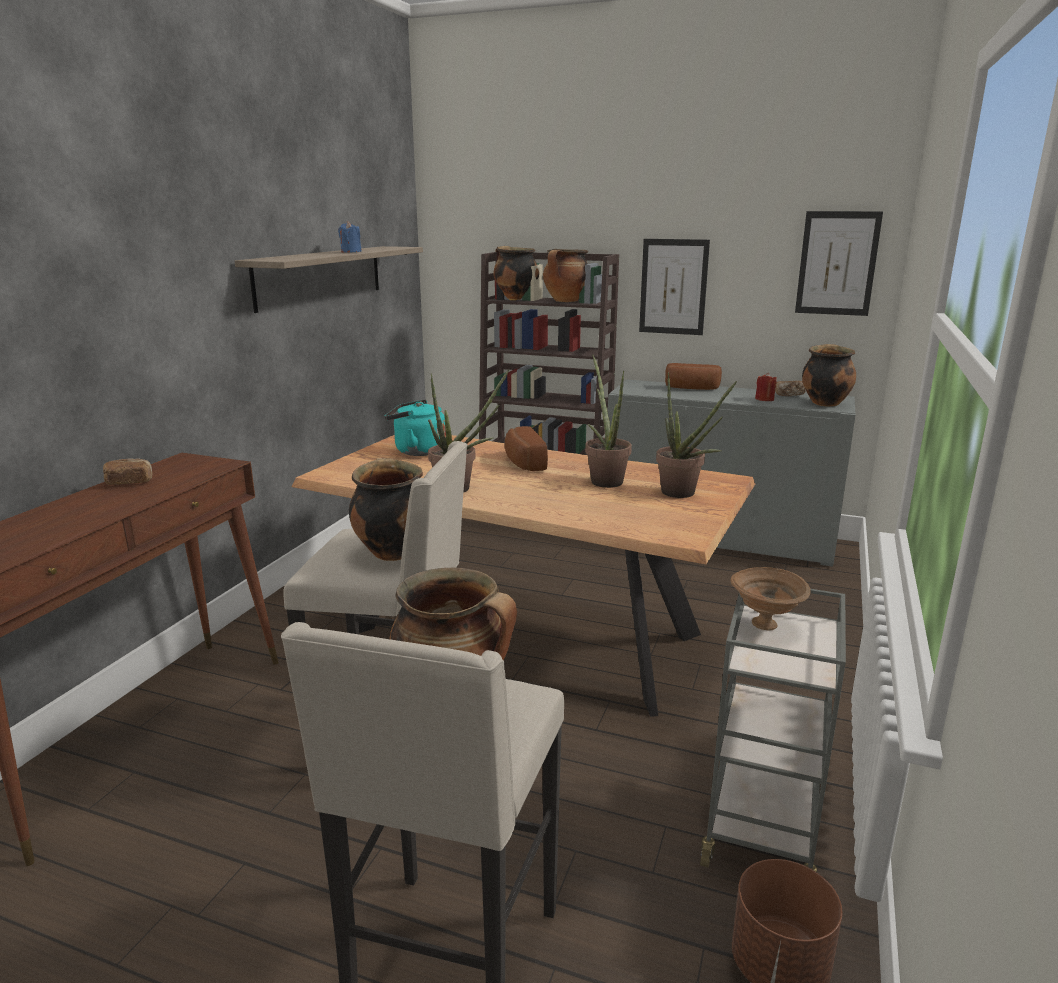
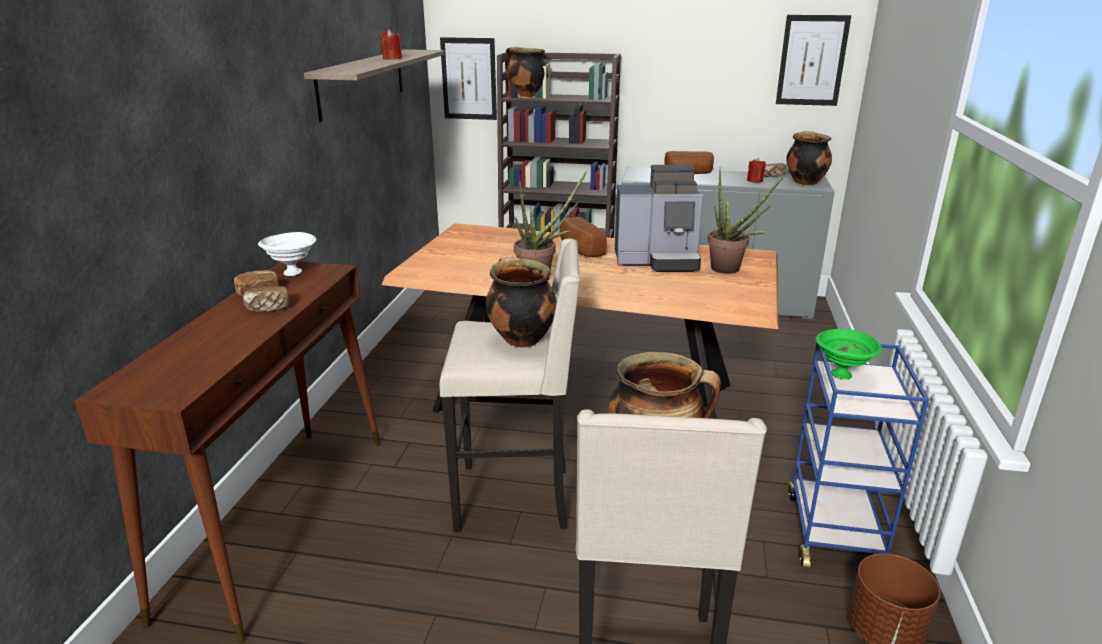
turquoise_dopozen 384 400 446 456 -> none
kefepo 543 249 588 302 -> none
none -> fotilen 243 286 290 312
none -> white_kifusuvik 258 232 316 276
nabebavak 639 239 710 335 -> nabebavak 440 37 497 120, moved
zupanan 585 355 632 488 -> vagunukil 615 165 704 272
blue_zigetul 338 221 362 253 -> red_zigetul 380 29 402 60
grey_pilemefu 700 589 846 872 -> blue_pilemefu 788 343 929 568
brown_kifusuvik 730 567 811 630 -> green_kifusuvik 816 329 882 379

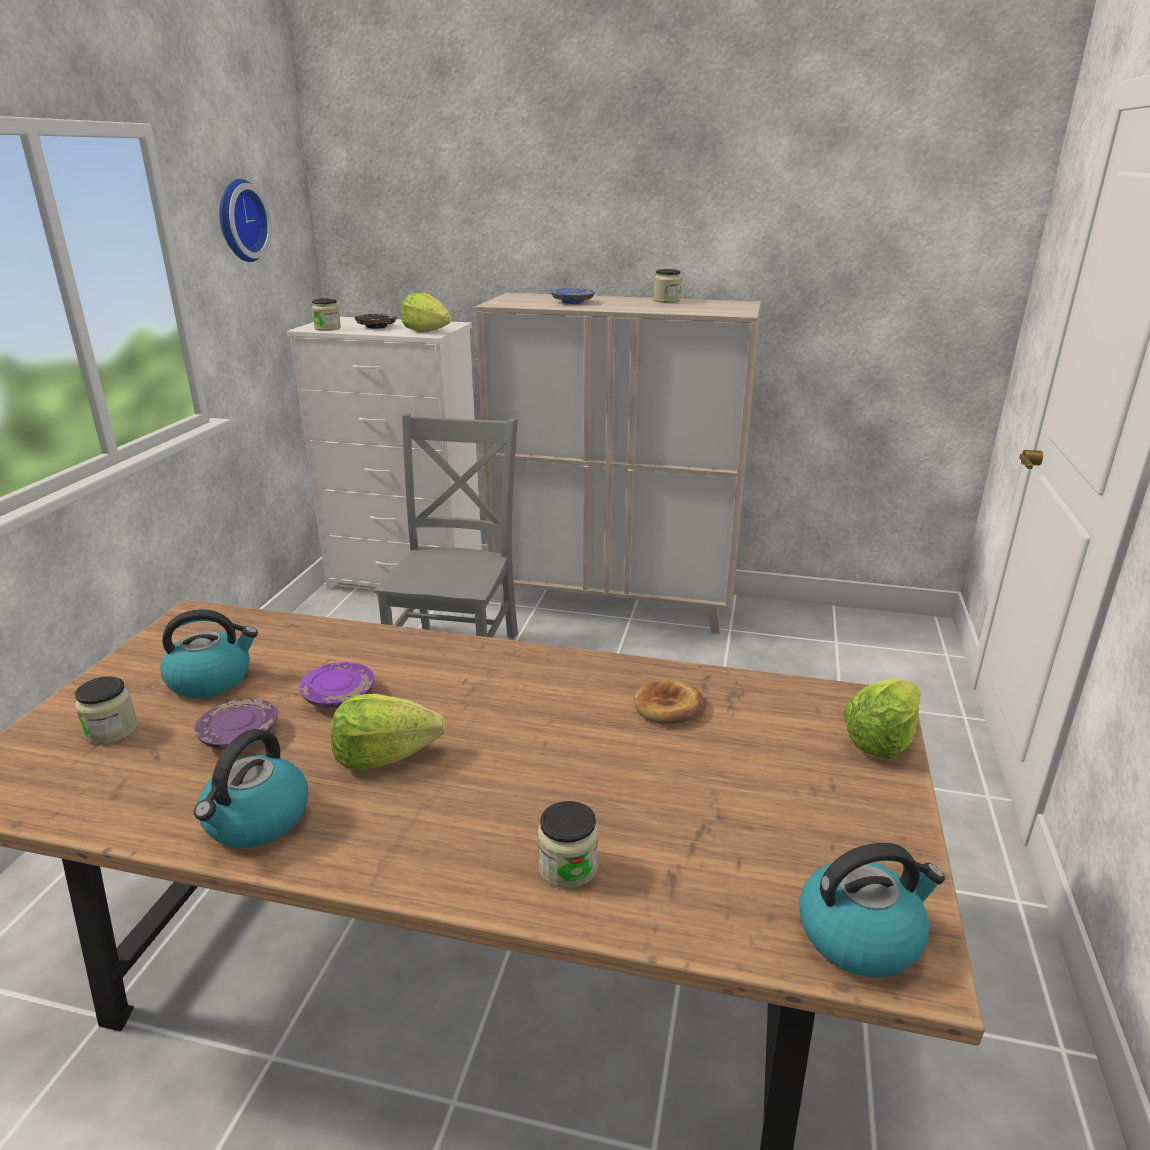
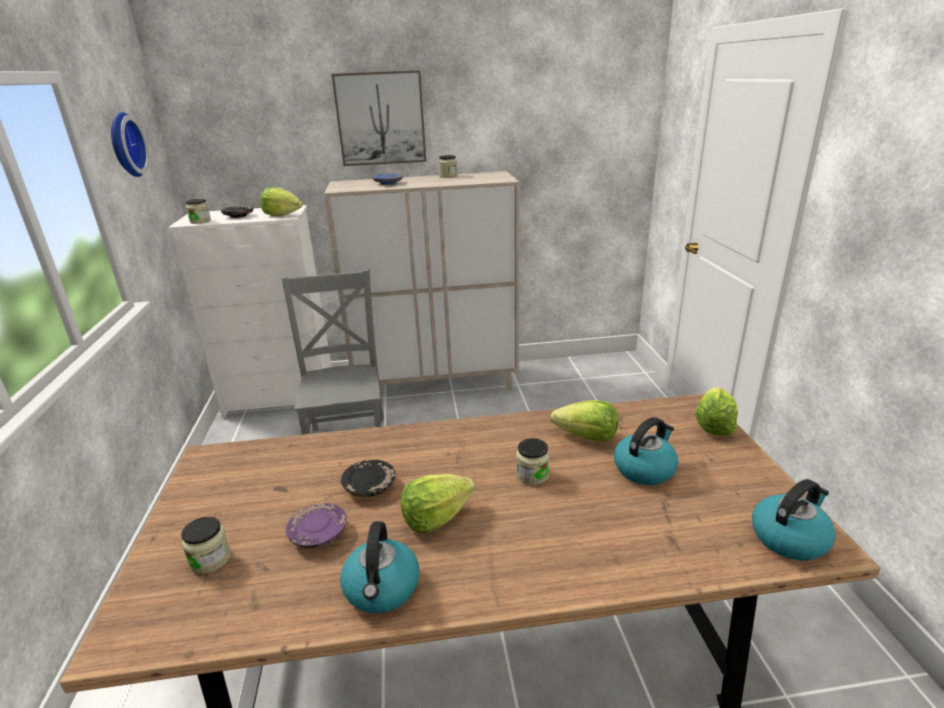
none -> nabebavak 332 70 426 166
dopozen 160 609 258 698 -> dopozen 614 417 678 485, moved
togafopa 538 801 599 889 -> togafopa 516 438 550 485, moved
fotilen 634 680 706 725 -> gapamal 551 400 618 442
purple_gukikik 299 662 375 708 -> black_gukikik 341 460 395 497

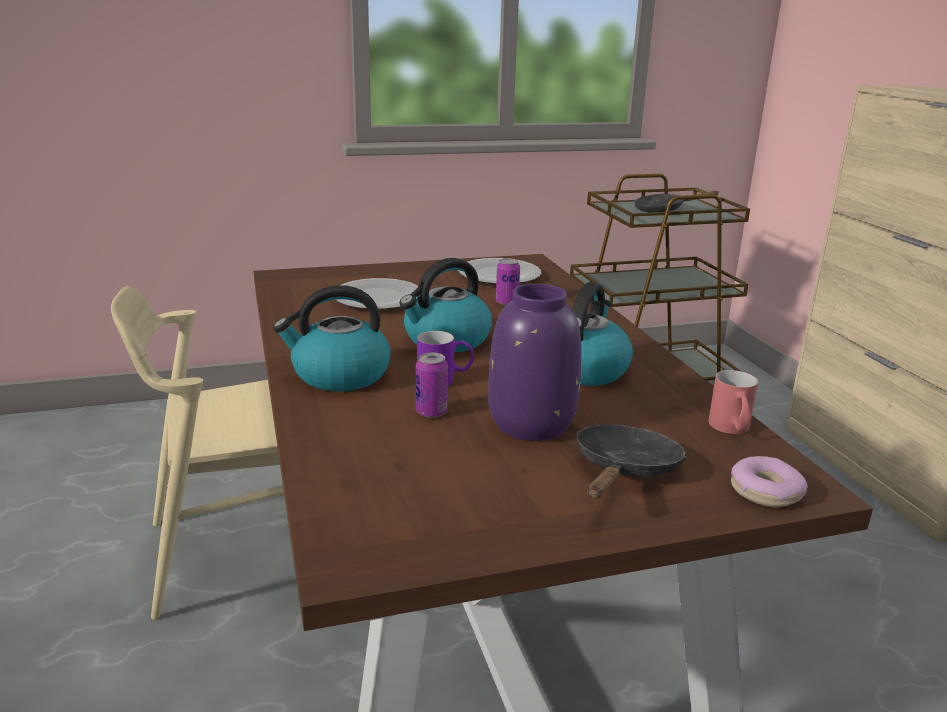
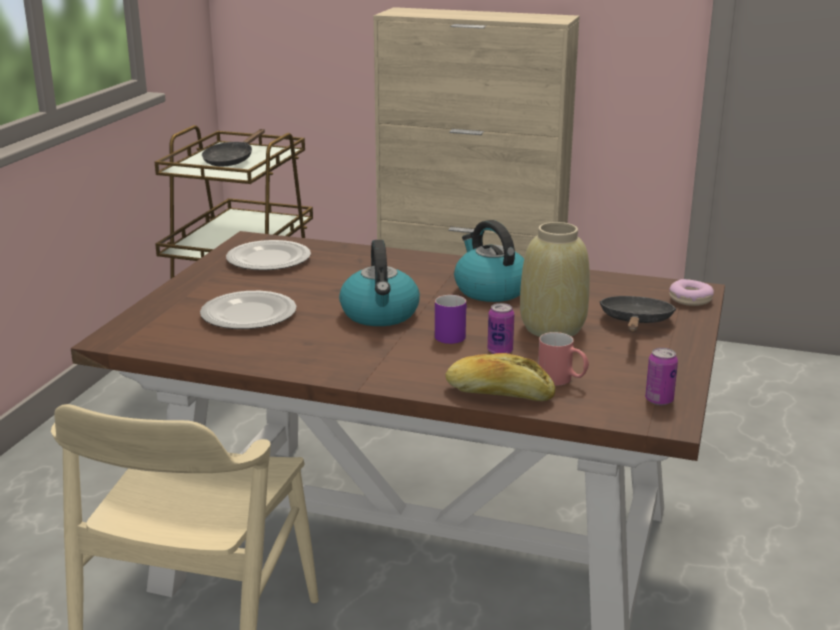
dopozen 273 285 391 391 -> none
none -> fotilen 445 353 555 401
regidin 496 258 520 305 -> regidin 645 348 678 406, moved
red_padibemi 708 370 758 434 -> red_padibemi 538 332 589 386, moved
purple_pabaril 488 284 581 441 -> beige_pabaril 520 222 590 337
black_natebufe 576 425 686 498 -> black_natebufe 599 296 676 332, 45 degrees clockwise

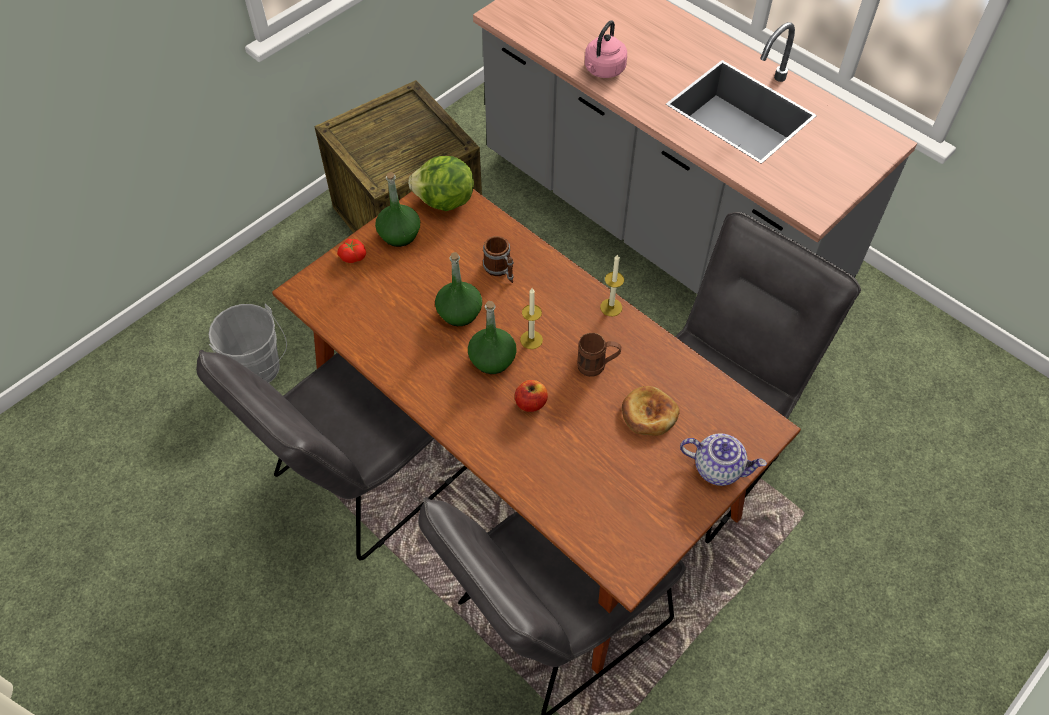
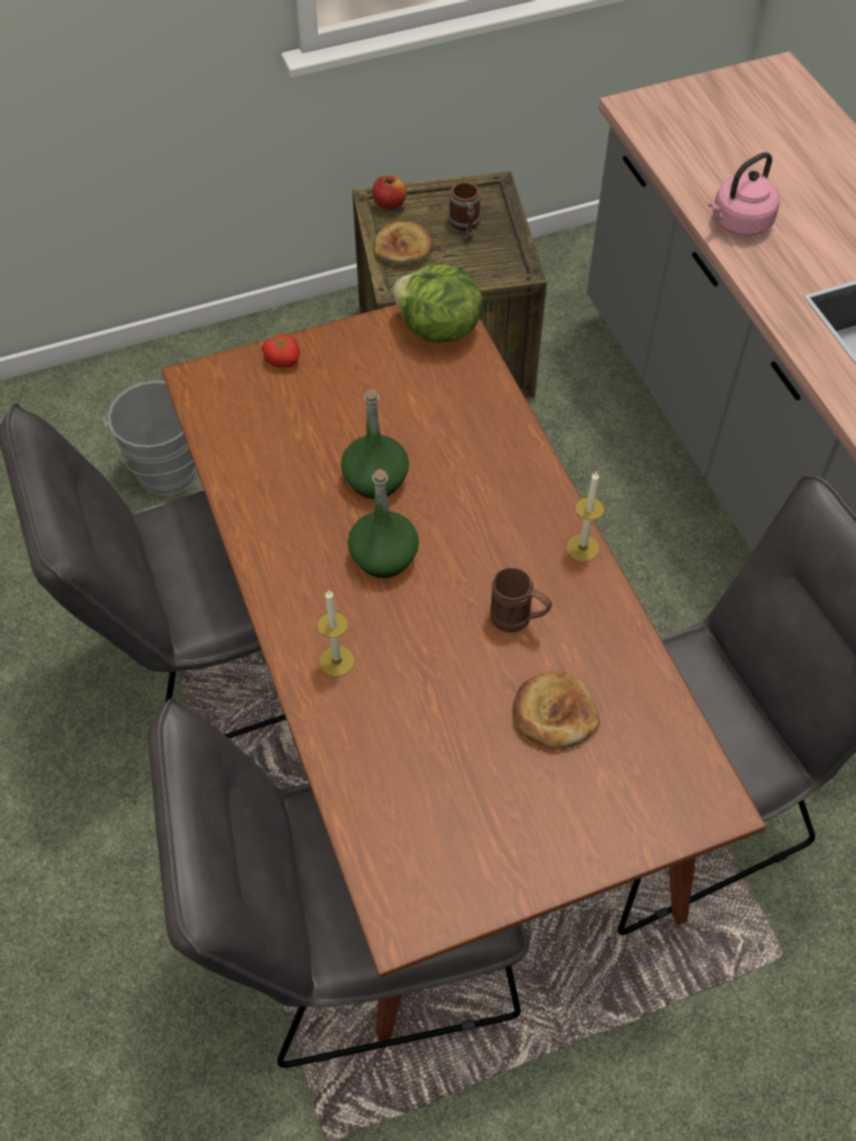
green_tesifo 375 172 420 247 -> none
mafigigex 680 433 767 486 -> none
none -> fotilen 374 220 433 265
padibemi 483 236 514 283 -> padibemi 448 182 481 241, moved
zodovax 515 380 548 412 -> zodovax 372 175 406 210, moved
zigetul 520 288 543 349 -> zigetul 317 589 355 677, moved

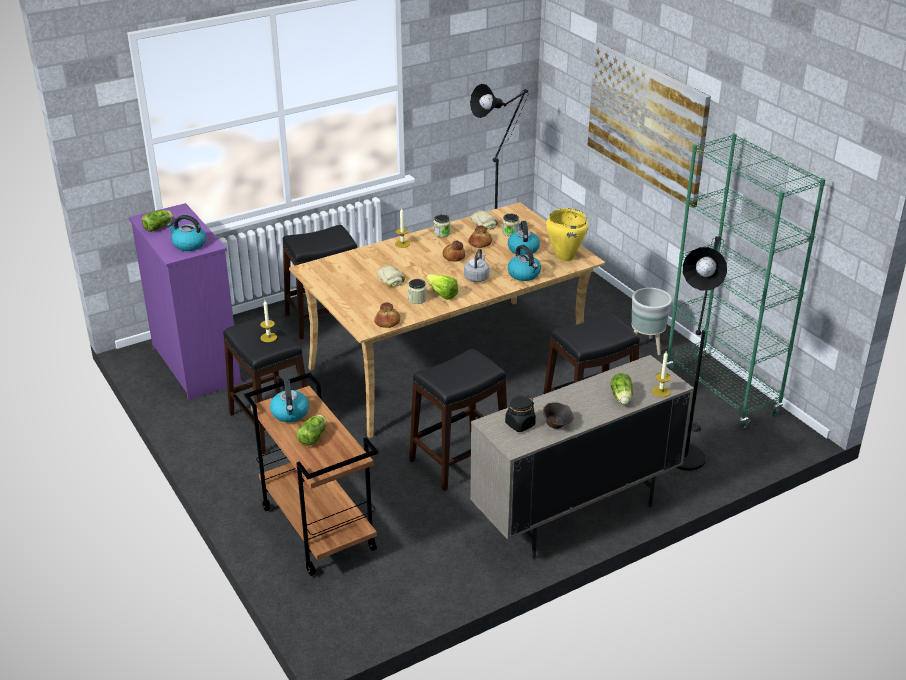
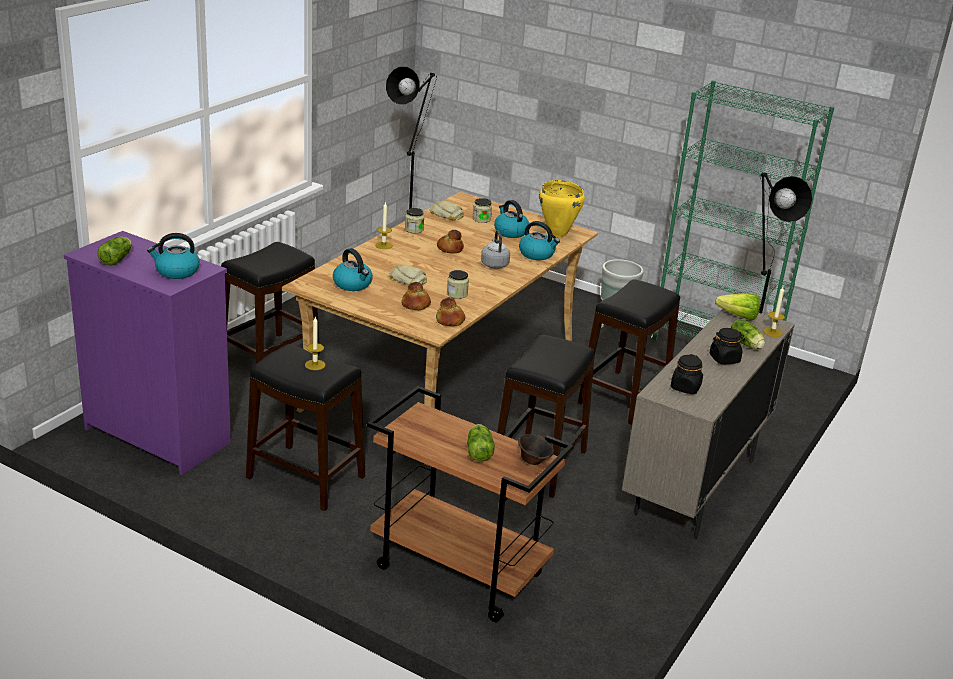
nabebavak 587 42 711 208 -> none
none -> black_togafopa 709 328 745 364
dopozen 270 380 309 422 -> dopozen 333 248 373 291, moved
gapamal 426 274 458 300 -> gapamal 715 293 760 320, moved
fotilen 468 225 492 248 -> fotilen 402 282 431 310, moved
brown_kifusuvik 543 402 574 429 -> brown_kifusuvik 518 434 554 465, moved

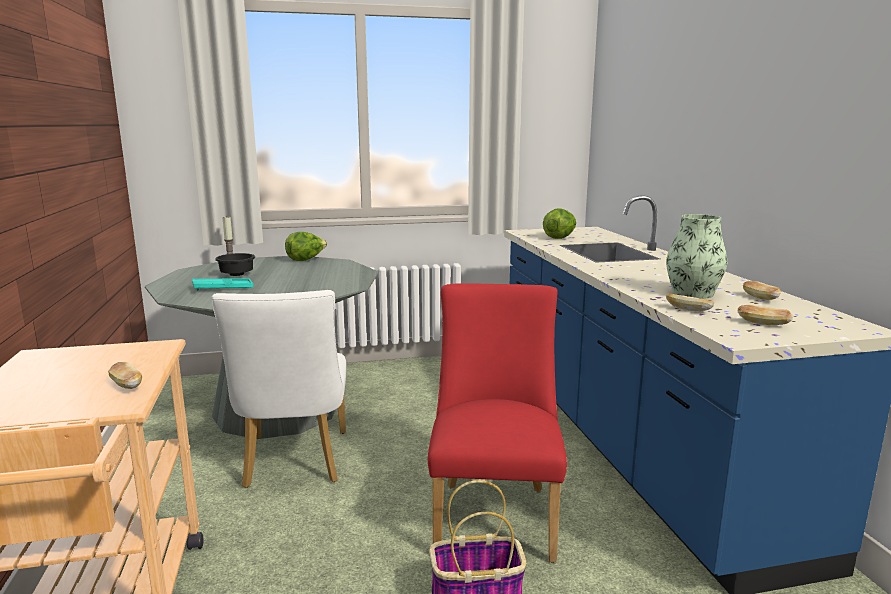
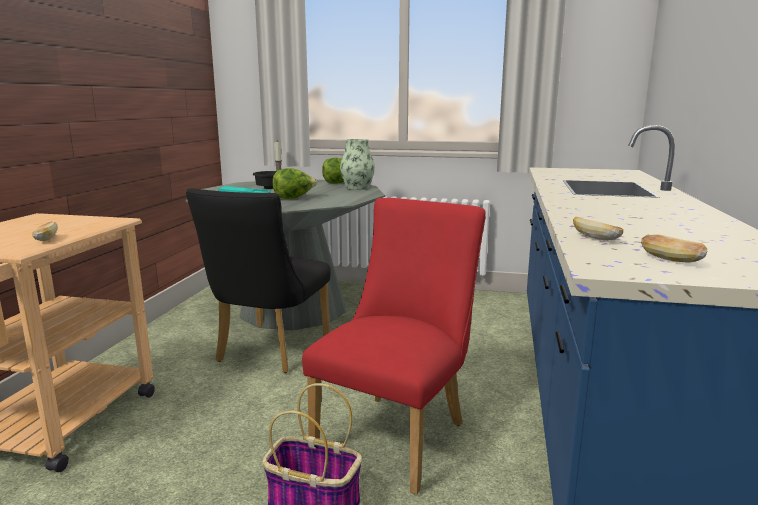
fotilen 743 281 781 300 -> none
gapamal 543 208 576 239 -> gapamal 272 168 317 199, moved
pabaril 666 214 727 299 -> pabaril 340 139 375 190, moved
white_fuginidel 212 290 346 488 -> black_fuginidel 186 188 331 373

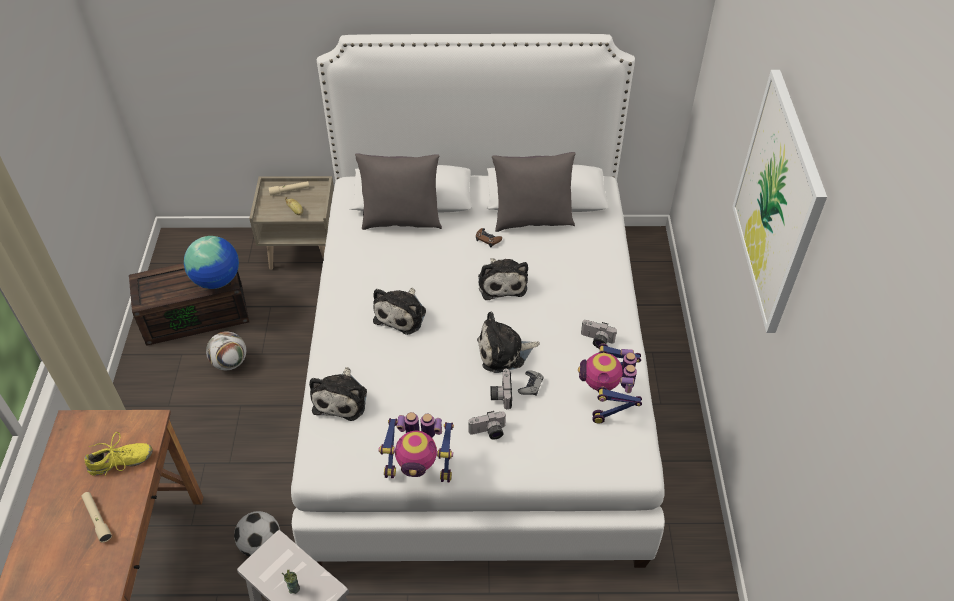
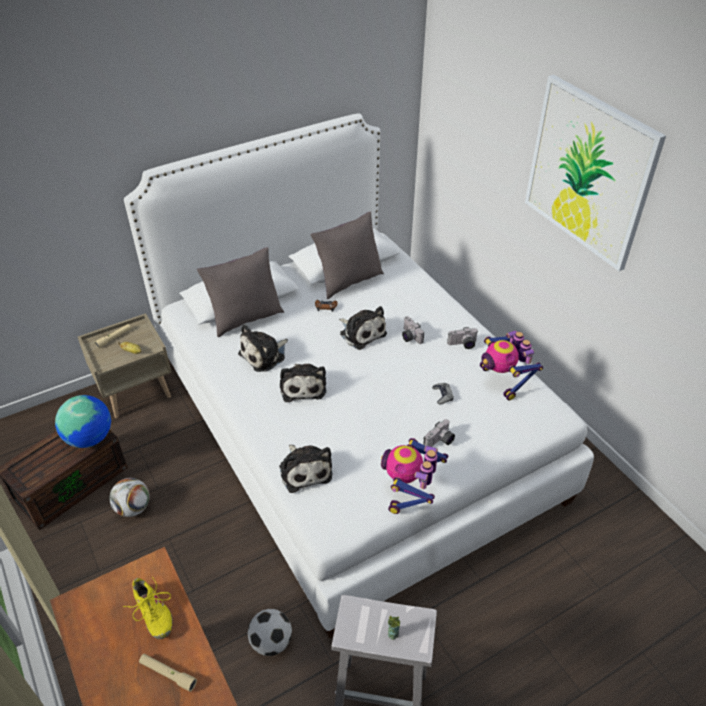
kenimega 477 312 540 373 -> kenimega 238 324 288 372, moved
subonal 491 369 512 409 -> subonal 402 316 424 344, moved
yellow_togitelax 84 432 153 476 -> yellow_togitelax 123 577 173 639, 105 degrees clockwise
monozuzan 379 412 454 482 -> monozuzan 381 438 448 514, 135 degrees clockwise

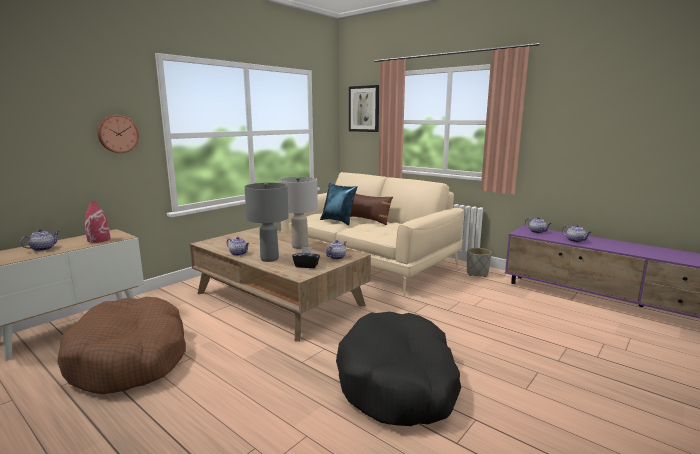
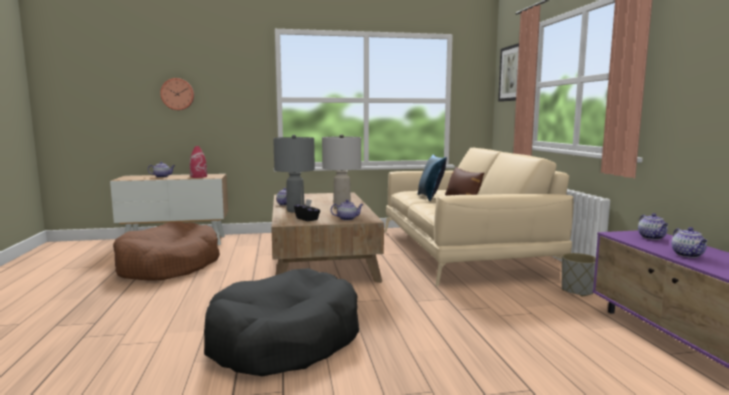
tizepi 97 115 139 153 -> tizepi 160 78 194 110, moved

